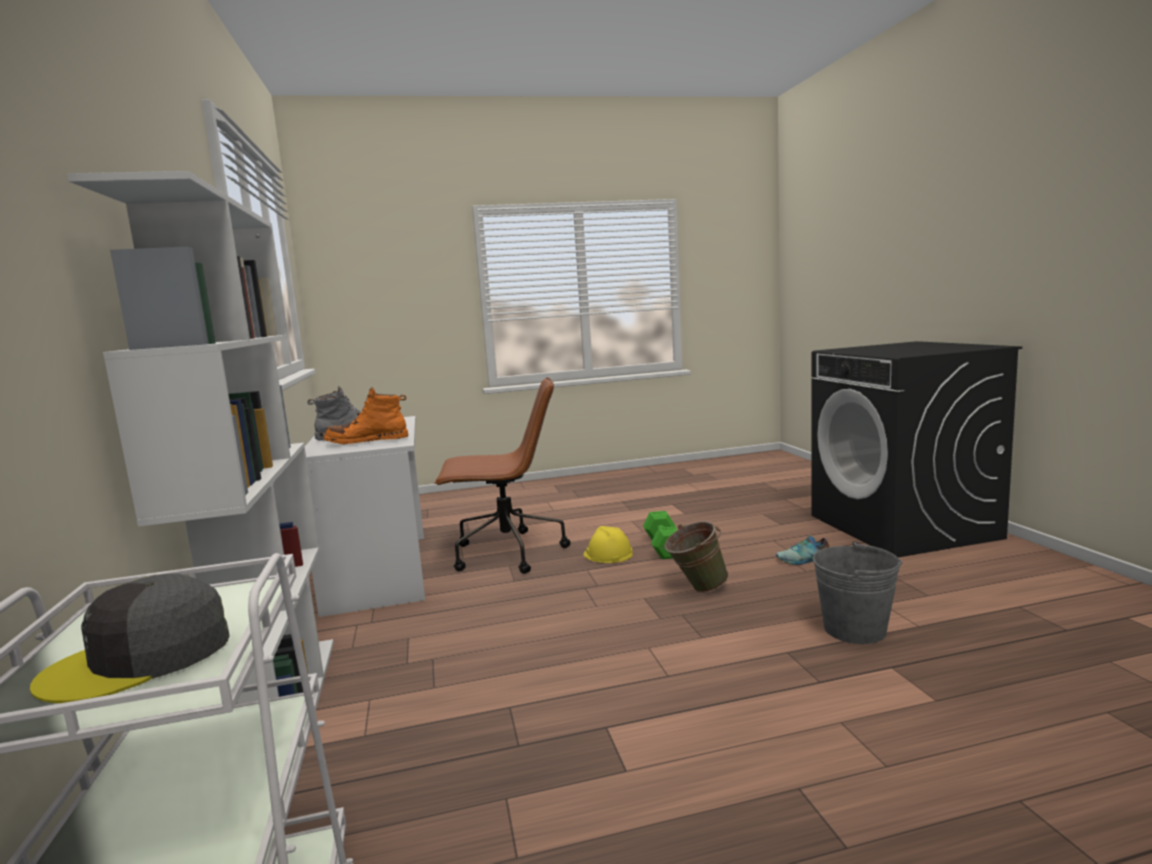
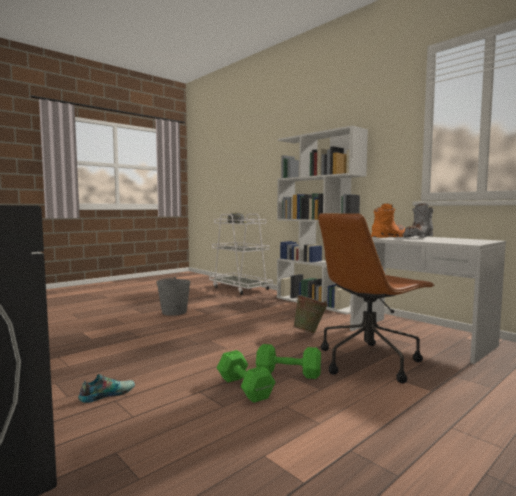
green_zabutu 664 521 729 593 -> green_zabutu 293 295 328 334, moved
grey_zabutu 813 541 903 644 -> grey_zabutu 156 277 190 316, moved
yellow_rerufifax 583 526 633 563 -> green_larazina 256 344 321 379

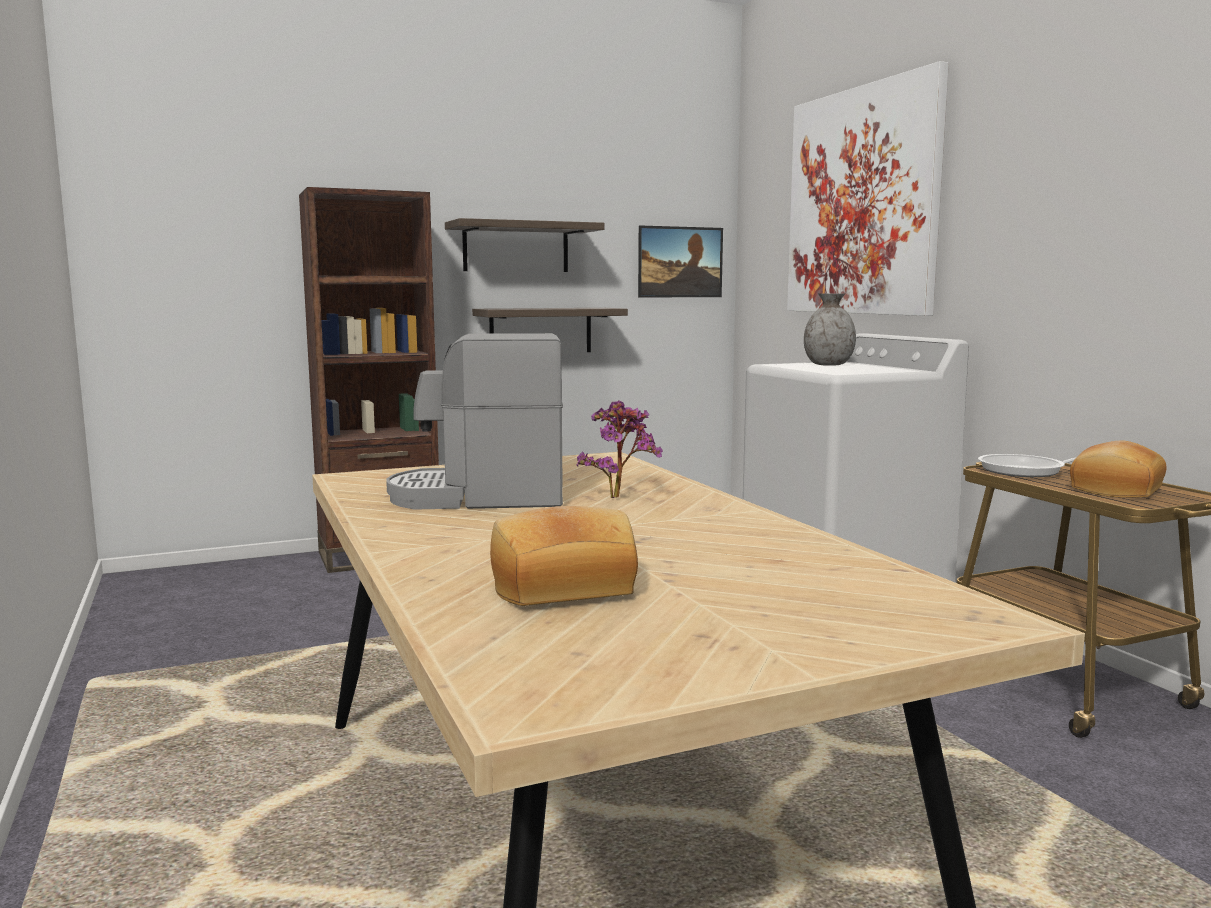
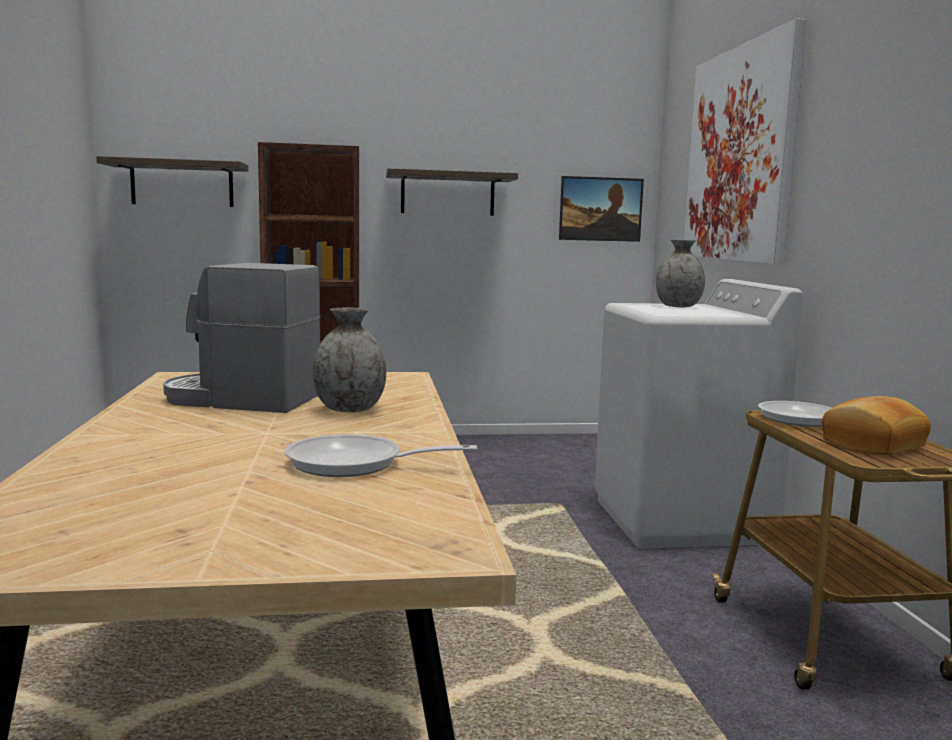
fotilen 490 506 638 606 -> none
none -> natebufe 284 434 477 477
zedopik 472 308 628 352 -> zedopik 96 156 248 207, moved
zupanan 577 400 663 498 -> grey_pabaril 313 308 386 412

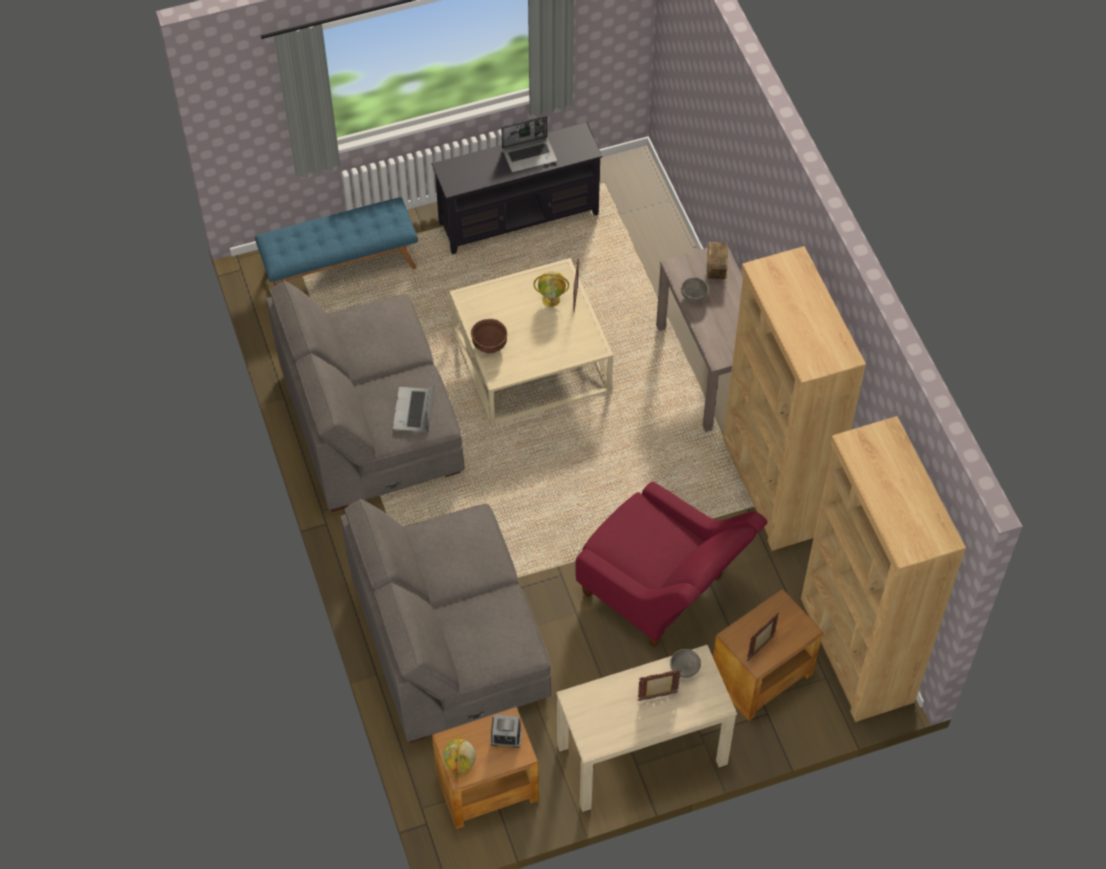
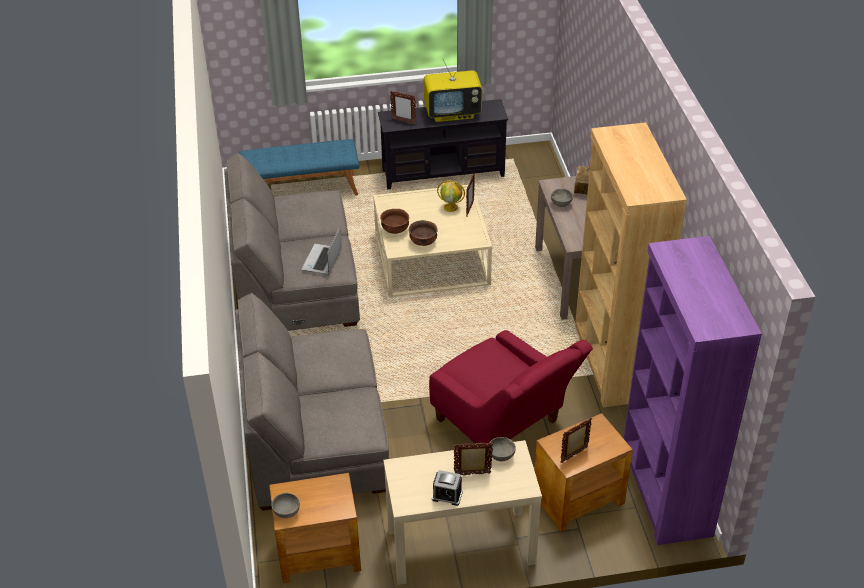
none -> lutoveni 390 91 416 125
none -> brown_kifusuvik 409 220 437 246
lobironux 490 715 522 748 -> lobironux 432 470 463 506, moved
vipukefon 443 734 476 777 -> grey_kifusuvik 271 493 300 518
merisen 501 116 557 172 -> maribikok 424 58 482 122
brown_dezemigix 801 416 966 722 -> purple_dezemigix 624 236 762 545

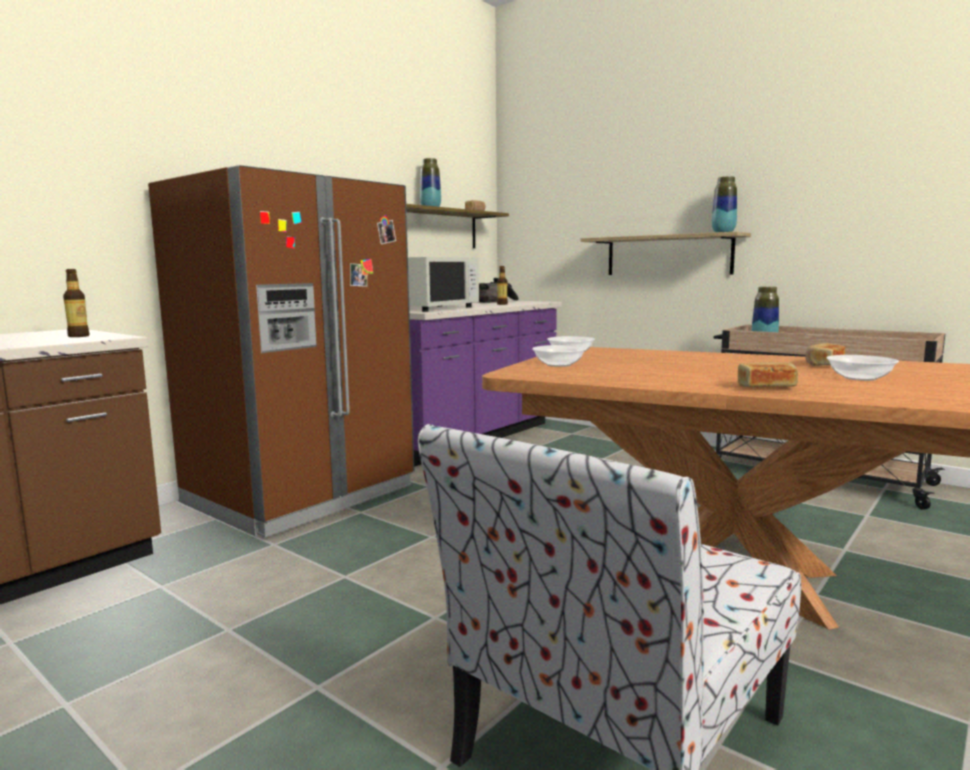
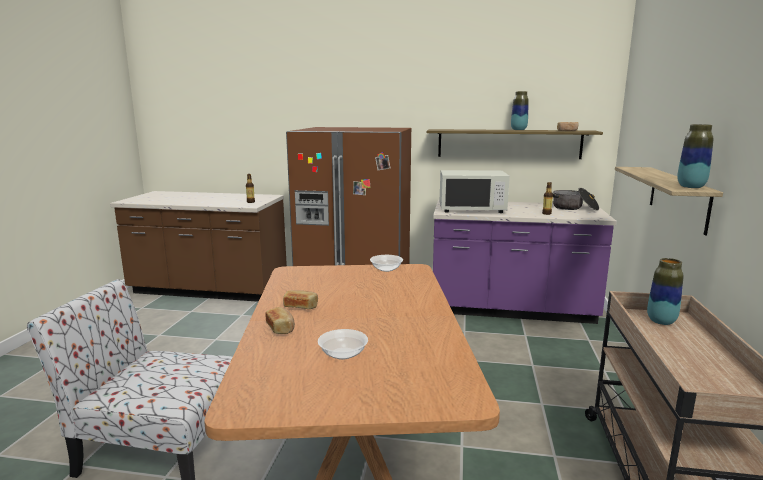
kifusuvik 532 345 586 367 -> none
fotilen 805 343 845 366 -> fotilen 283 290 318 309, moved

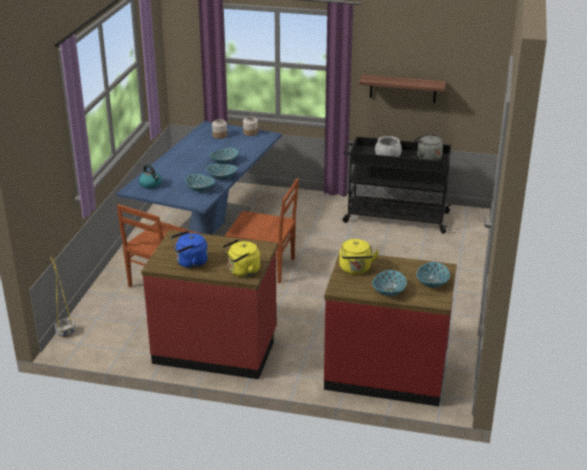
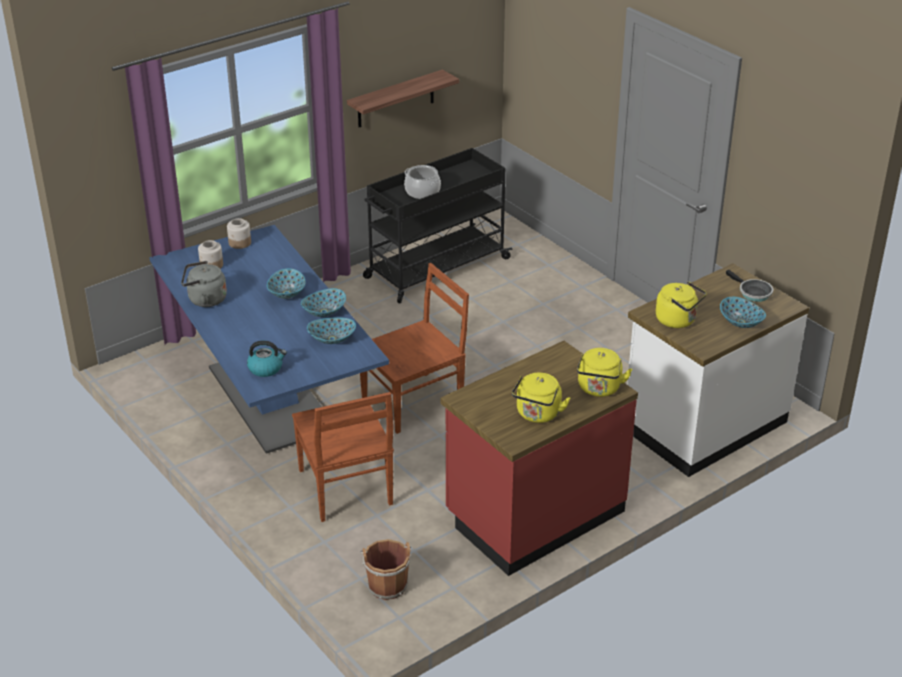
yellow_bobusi 50 255 75 337 -> none
none -> brown_zabutu 360 539 411 600
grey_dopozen 414 133 443 161 -> grey_dopozen 181 261 227 307, moved
kifusuvik 416 262 450 288 -> natebufe 726 270 773 302
blue_dopozen 171 231 208 268 -> yellow_dopozen 512 373 570 423
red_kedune 324 252 457 406 -> white_kedune 627 263 809 477

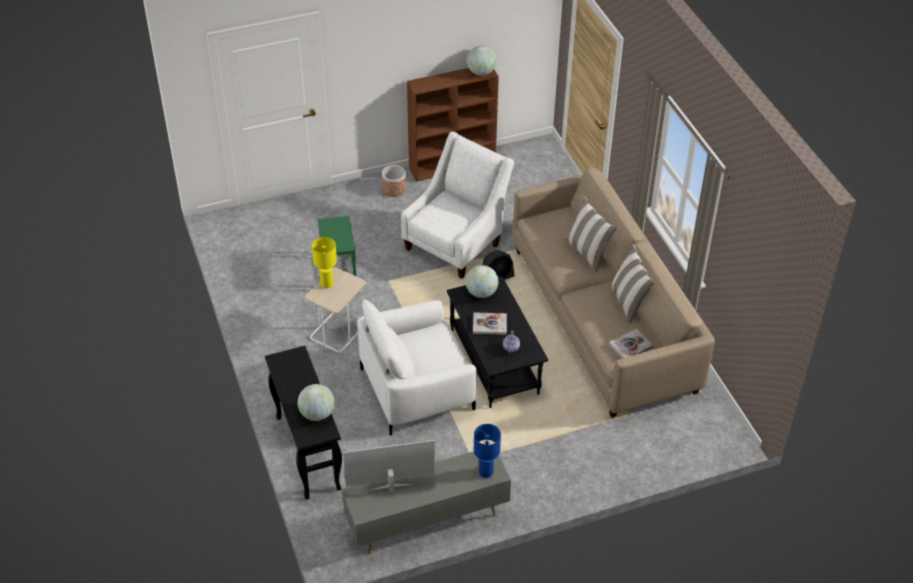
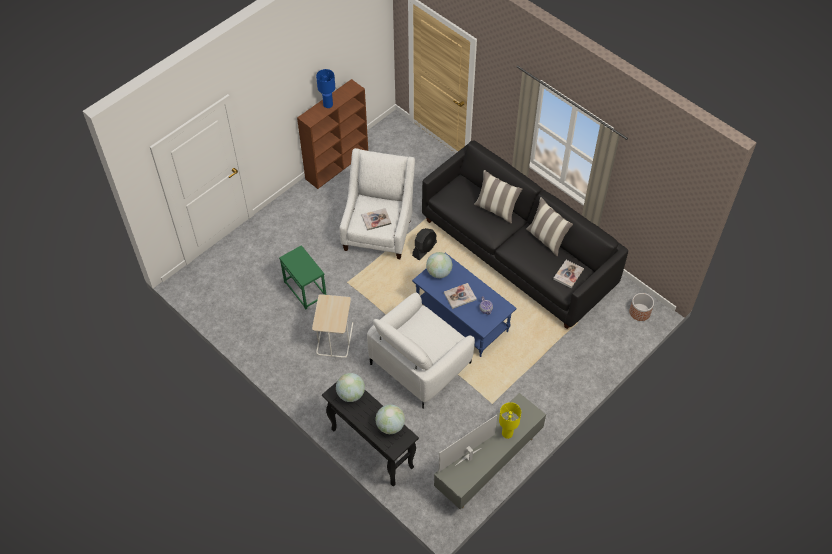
none -> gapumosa 362 208 391 231
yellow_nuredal 312 237 337 288 -> yellow_nuredal 499 402 521 439, moved
bobusi 382 165 406 197 -> bobusi 629 293 654 321, moved
vipukefon 467 45 497 76 -> vipukefon 336 373 365 402, moved
blue_nuredal 474 424 501 478 -> blue_nuredal 316 69 335 108, moved
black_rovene 447 276 548 408 -> blue_rovene 412 253 517 357
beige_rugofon 512 167 715 418 -> black_rugofon 422 140 628 329

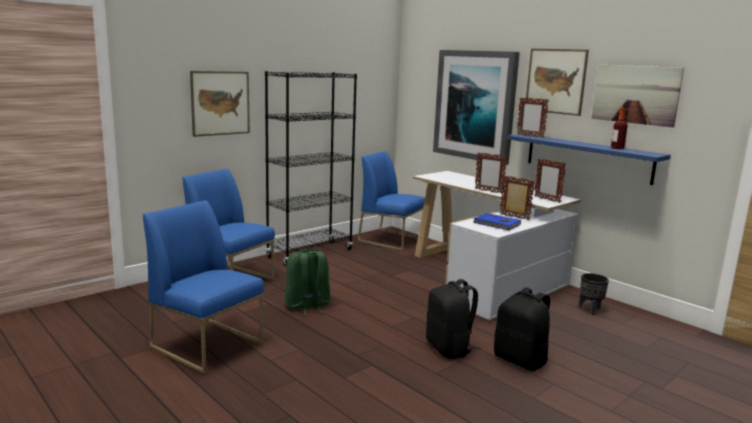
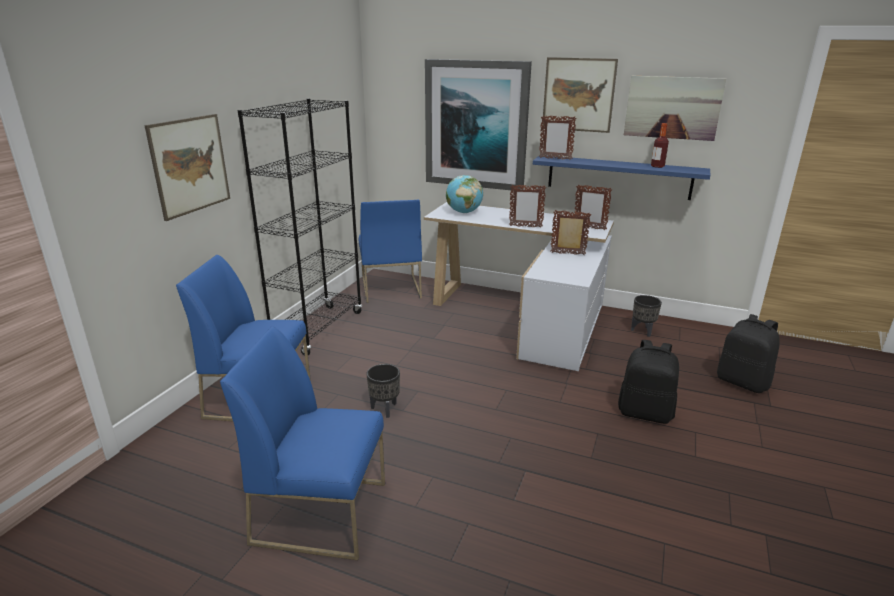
blue_gapumosa 473 213 521 230 -> none
none -> vipukefon 446 175 483 213
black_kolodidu 426 279 480 359 -> black_kolodidu 717 314 780 393, moved
green_kolodidu 285 249 330 316 -> black_bobusi 367 364 400 418
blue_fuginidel 357 151 425 251 -> blue_fuginidel 359 200 422 303, 105 degrees counterclockwise

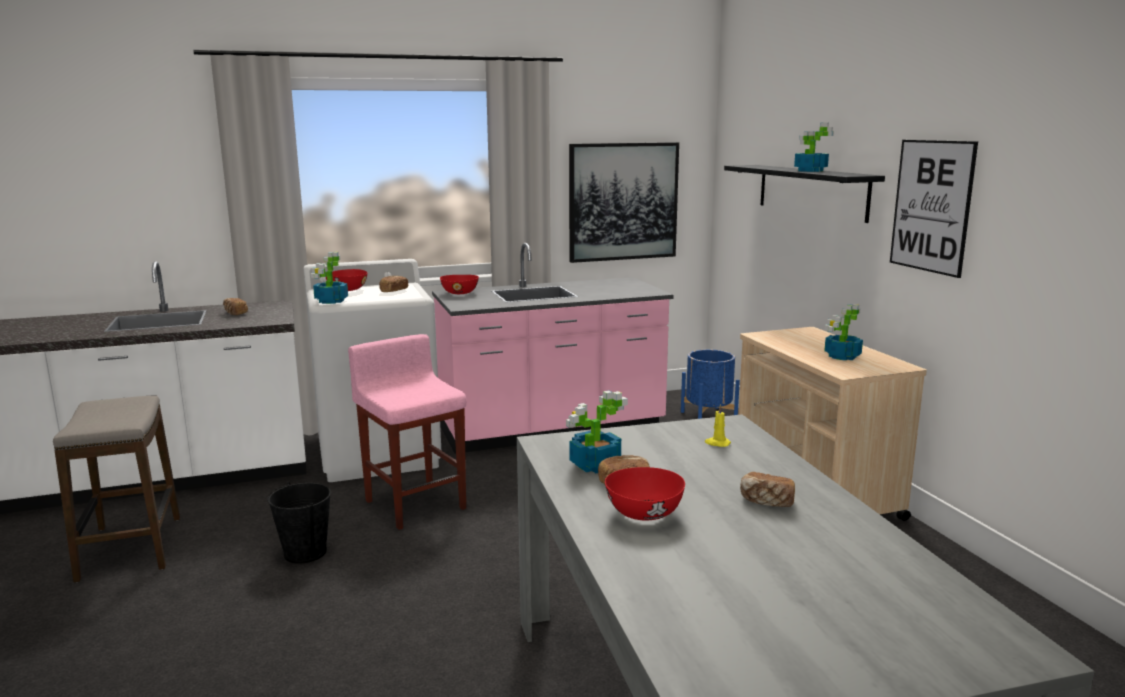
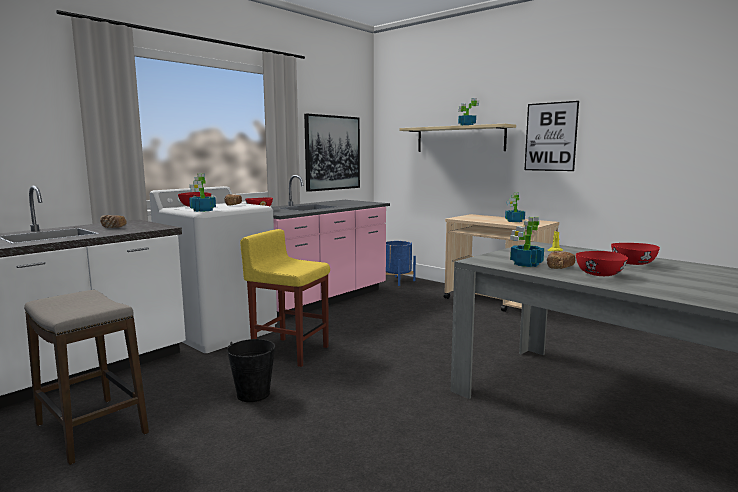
fotilen 740 472 795 507 -> red_kifusuvik 611 243 660 265
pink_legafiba 348 334 467 530 -> yellow_legafiba 240 229 330 367
black_zedopik 724 165 885 223 -> beige_zedopik 400 124 516 152

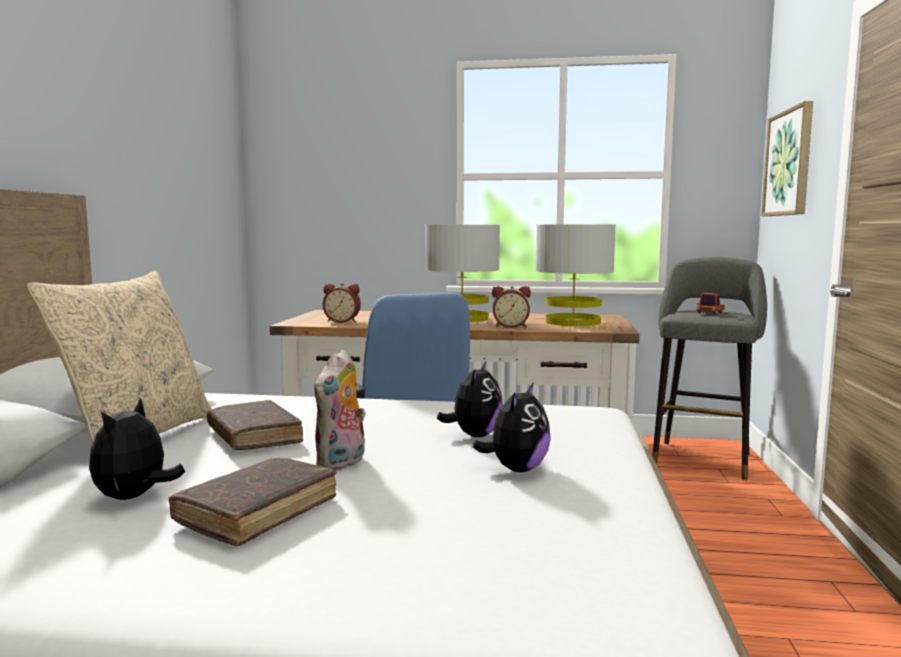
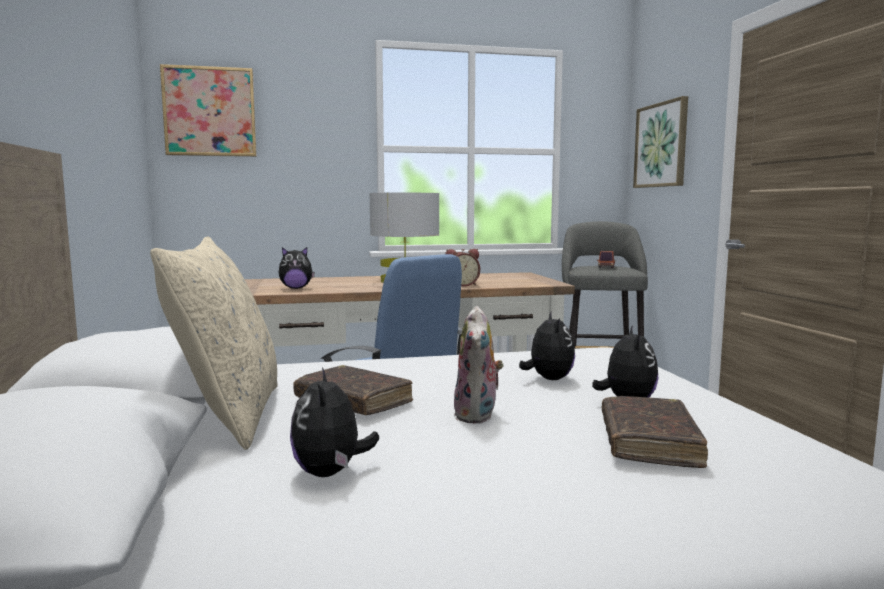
grey_nuredal 536 224 616 326 -> none
none -> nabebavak 160 64 257 157
brown_gapumosa 169 458 337 546 -> brown_gapumosa 602 396 708 468, moved
lobironux 323 283 361 323 -> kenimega 279 247 315 289

